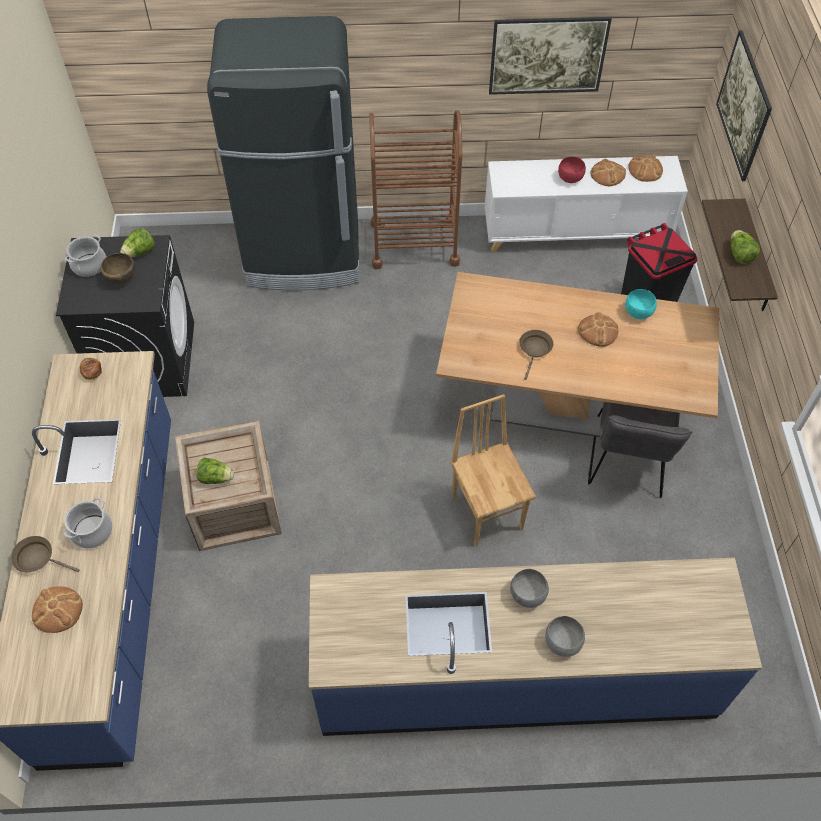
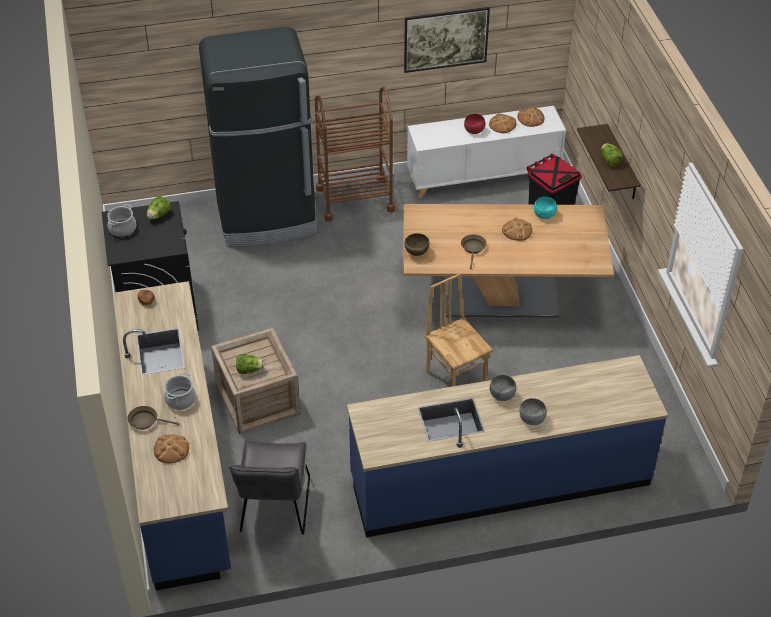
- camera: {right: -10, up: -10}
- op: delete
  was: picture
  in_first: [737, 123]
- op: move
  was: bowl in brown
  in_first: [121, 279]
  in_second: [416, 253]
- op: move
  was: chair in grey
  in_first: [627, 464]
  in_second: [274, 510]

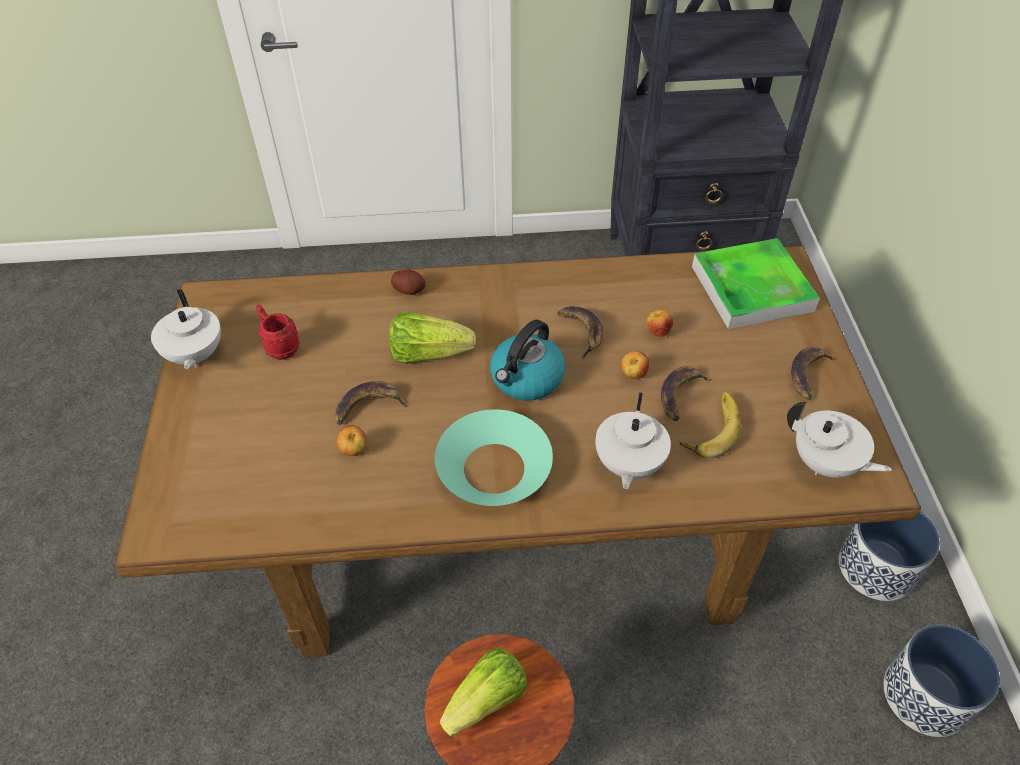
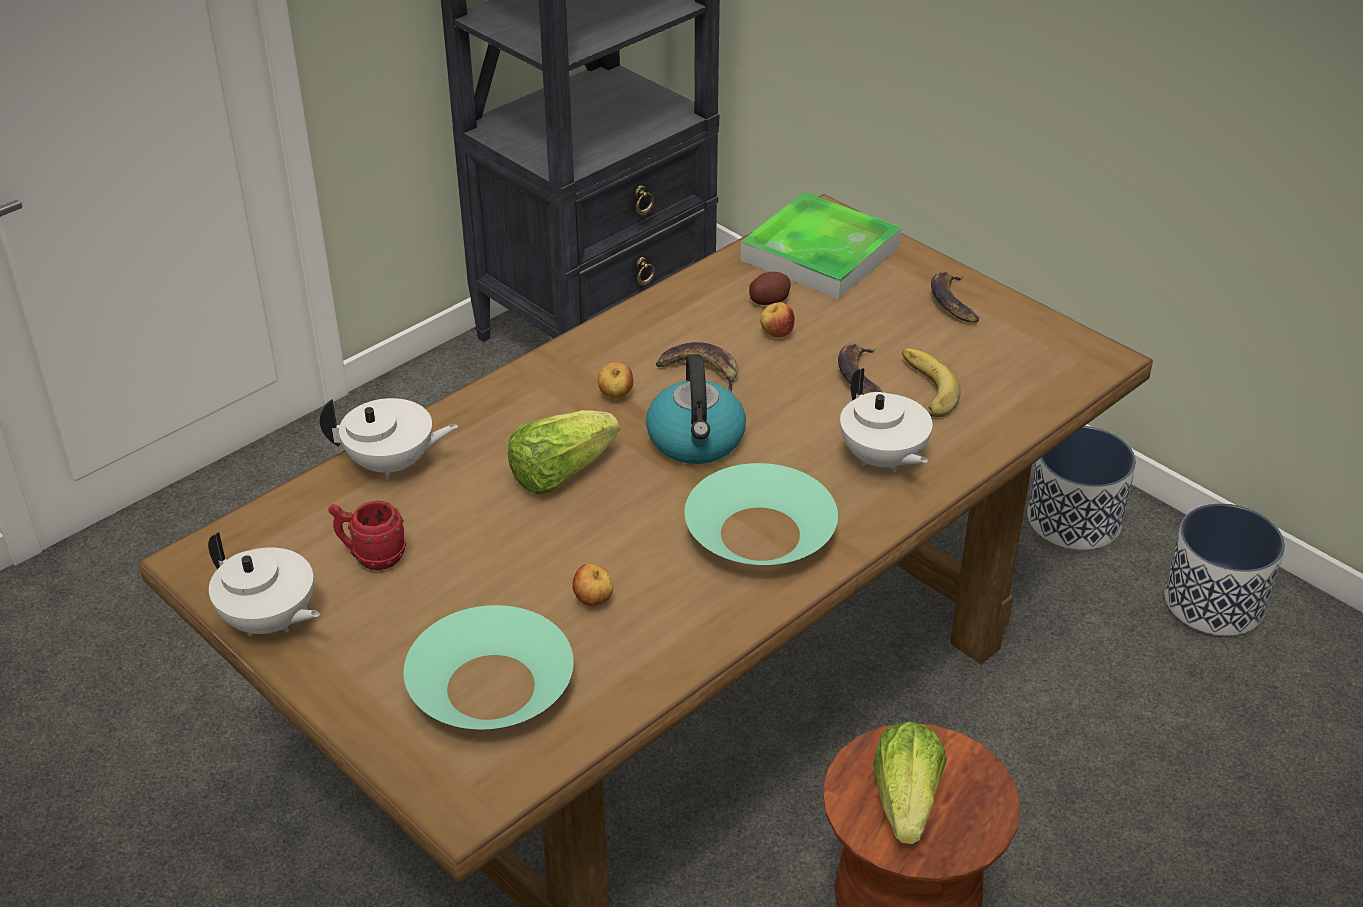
- camera: {right: -40, up: -10}
- op: move
  was: potato
  in_first: [409, 290]
  in_second: [769, 300]
- op: move
  was: apple
  in_first: [633, 375]
  in_second: [615, 396]
- op: delete
  was: banana
  in_first: [368, 406]
- op: move
  was: teapot in white
  in_first: [825, 464]
  in_second: [392, 464]
- op: insert
  now: bowl in turquoise
  in_second: [491, 686]

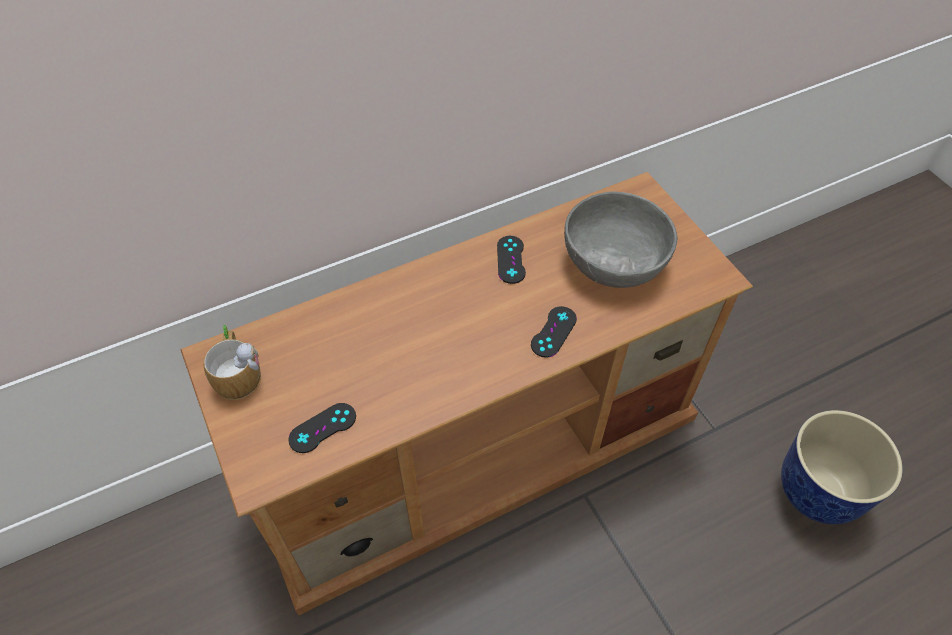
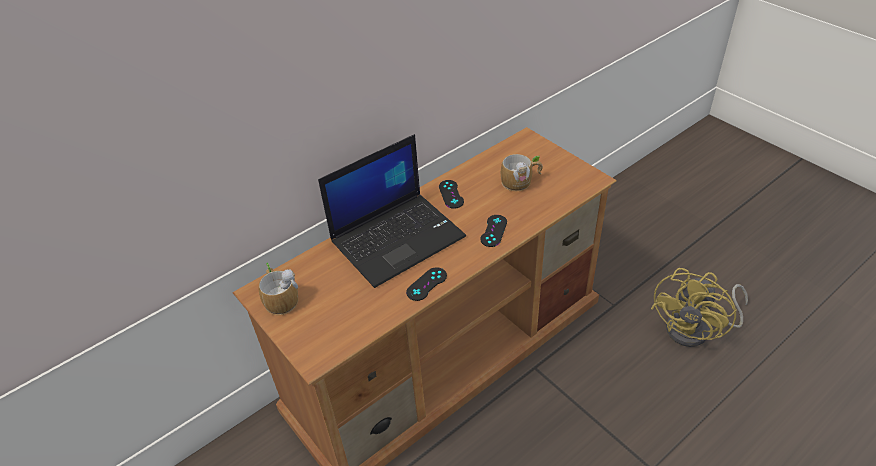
- camera: {right: -10, up: -10}
- op: replace
  was: bowl in grey
  now: mug
  in_first: [615, 260]
  in_second: [521, 181]
- op: move
  was: game controller in black
  in_first: [322, 428]
  in_second: [426, 284]
- op: replace
  was: planter
  now: fan in yellow
  in_first: [818, 492]
  in_second: [696, 330]
- op: insert
  now: laptop
  in_second: [398, 237]

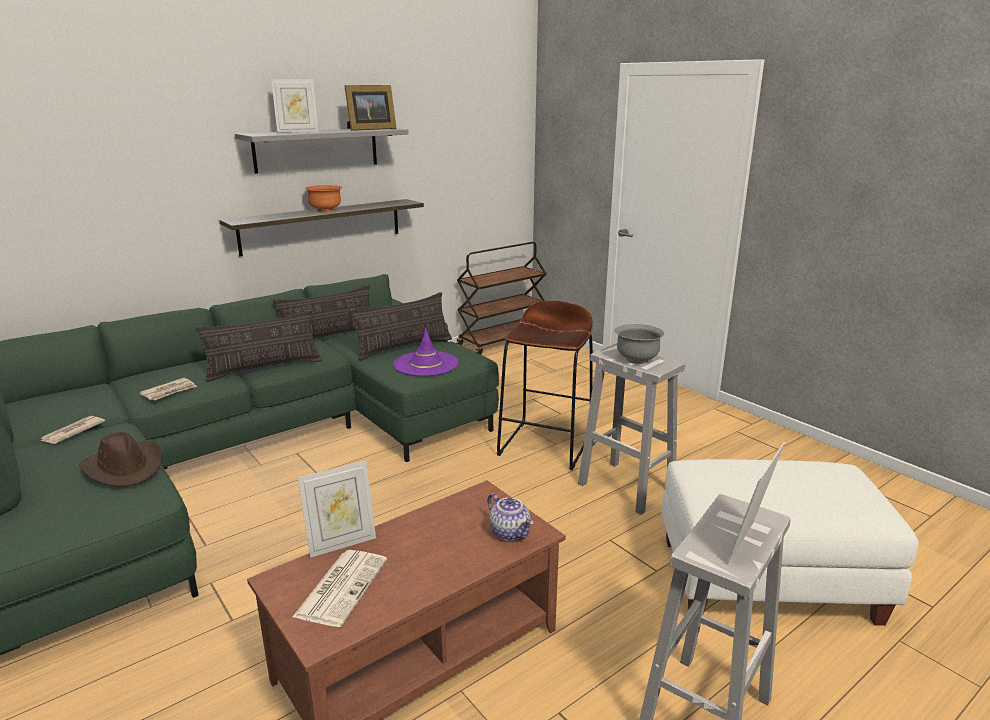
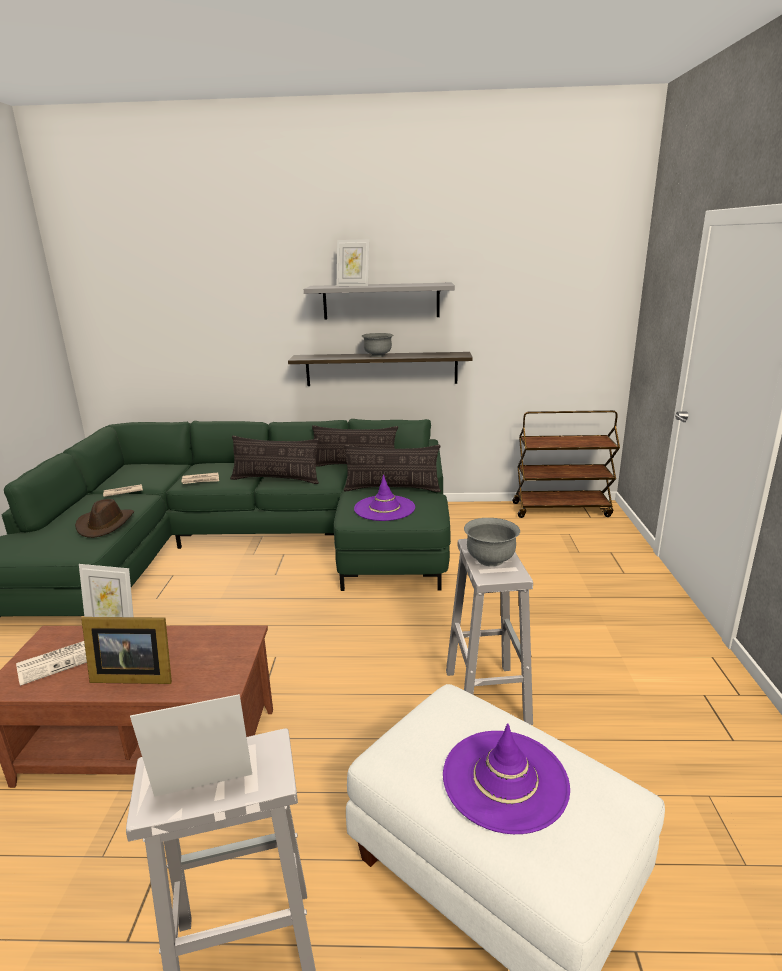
- camera: {right: 40, up: 0}
- op: move
  was: picture frame
  in_first: [369, 129]
  in_second: [132, 675]
- op: recolor
  was: bowl in orange
  now: bowl in grey
  in_first: [325, 210]
  in_second: [377, 355]
- op: delete
  was: stool in brown
  in_first: [546, 444]
- op: delete
  was: teapot
  in_first: [510, 532]
- op: insert
  now: hat in purple
  in_second: [505, 780]

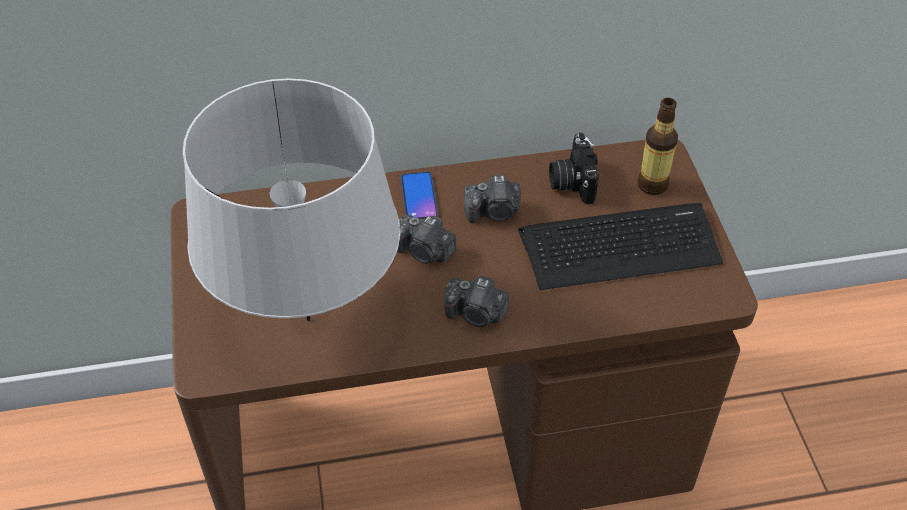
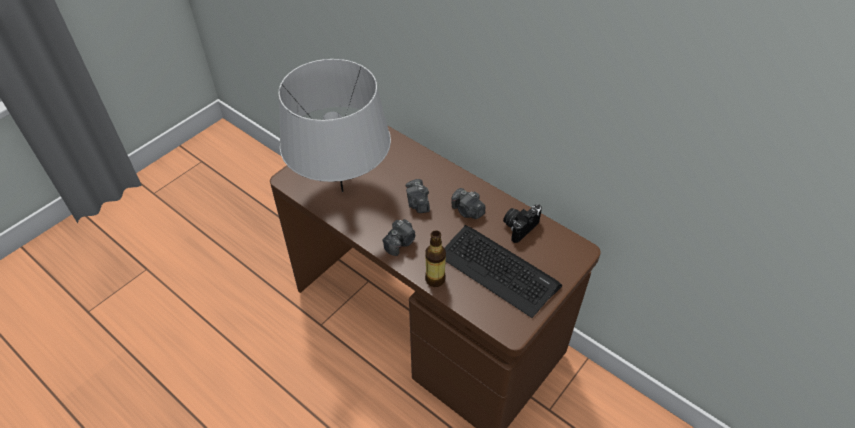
- camera: {right: 50, up: 0}
- op: move
  was: bottle
  in_first: [652, 185]
  in_second: [435, 279]
- op: delete
  was: phone
  in_first: [419, 198]
- op: rotate
  was: photo camera
  in_first: [476, 314]
  in_second: [400, 242]
  clockwise: -120

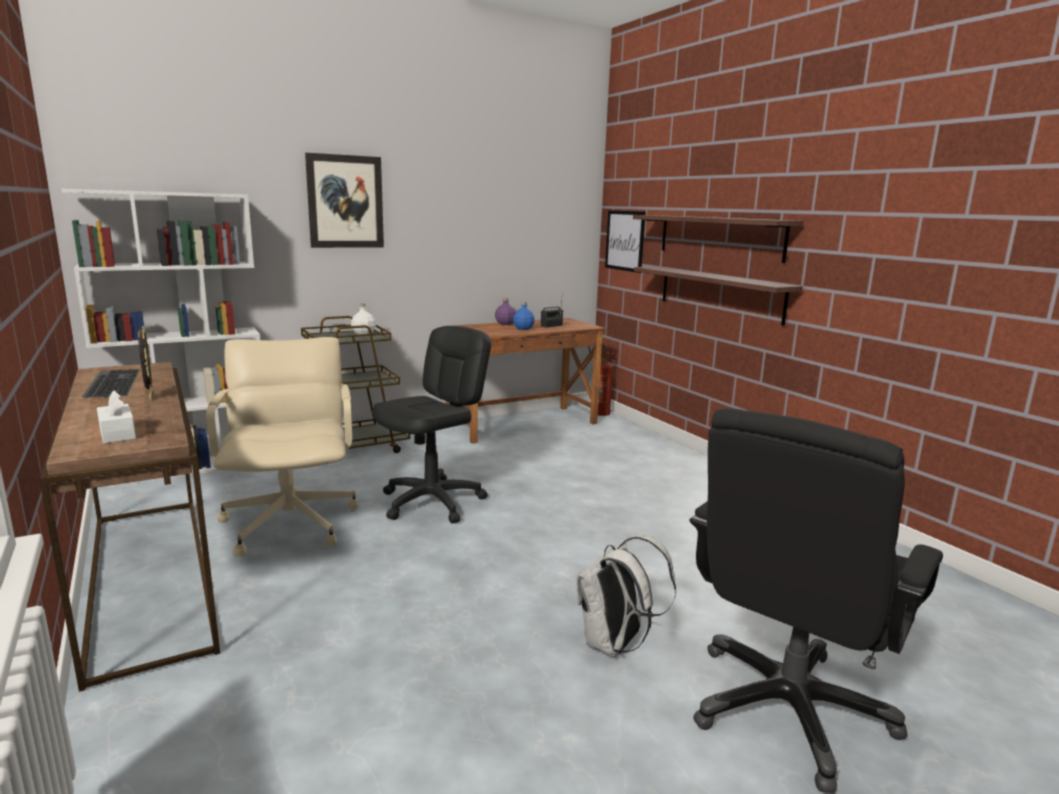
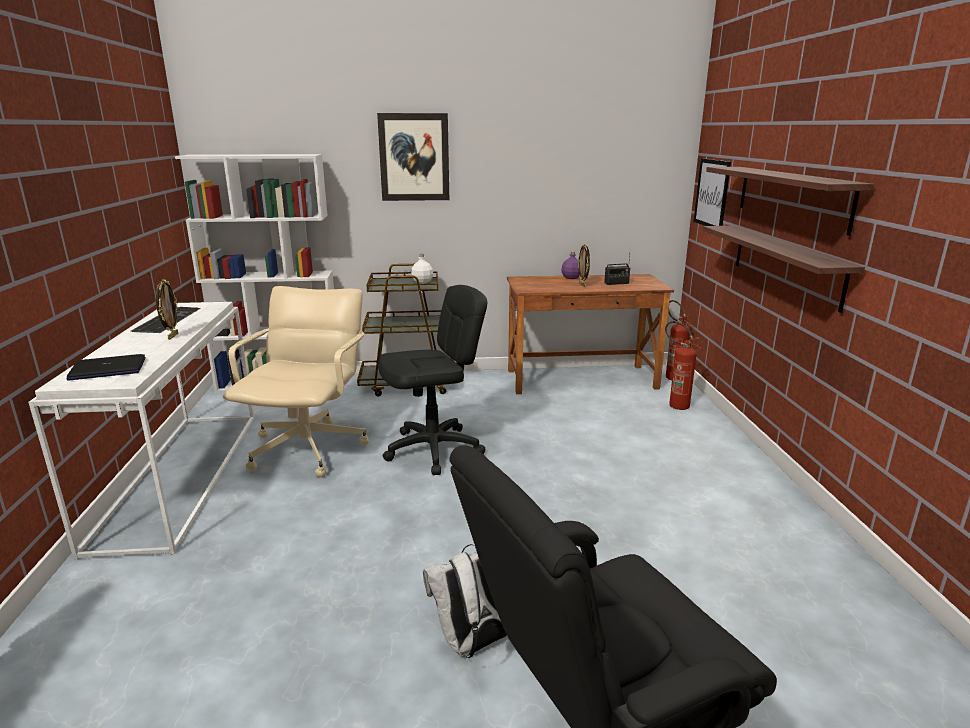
- camera: {right: 25, up: 5}
- op: replace
  was: bottle in blue
  now: picture frame
  in_first: [523, 328]
  in_second: [582, 285]
- op: recolor
  was: console table in brown
  now: console table in white
  in_first: [146, 577]
  in_second: [180, 475]
- op: replace
  was: tissue box in white
  now: laptop
  in_first: [117, 433]
  in_second: [107, 369]
- op: insert
  now: fire extinguisher
  in_second: [674, 404]

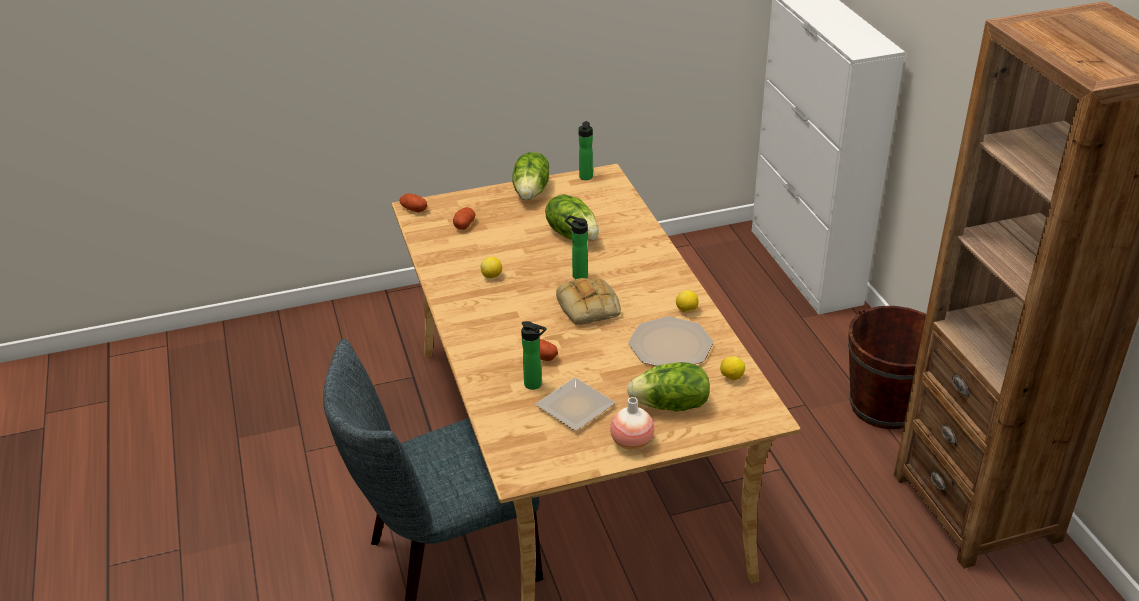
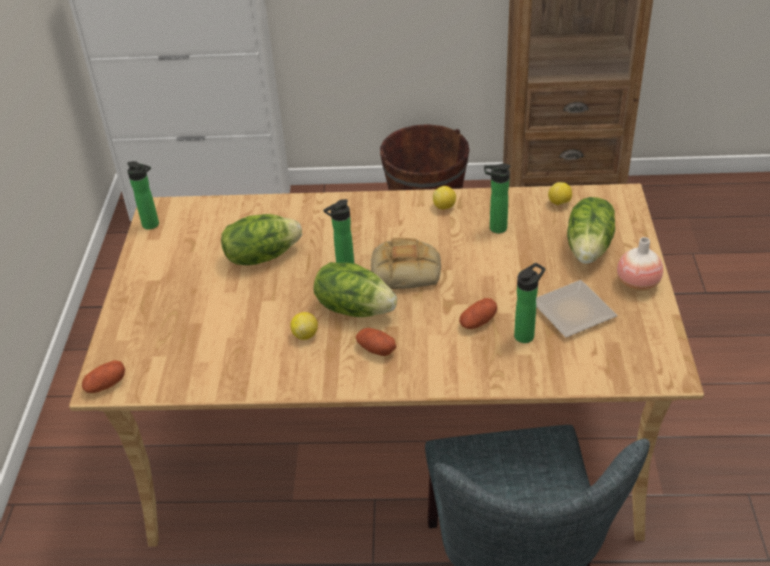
- camera: {right: -70, up: 5}
- op: move
  was: lettuce
  in_first: [532, 192]
  in_second: [354, 308]
- op: move
  was: potato
  in_first: [464, 224]
  in_second: [376, 349]
- op: replace
  was: plate
  now: bottle
  in_first: [671, 344]
  in_second: [495, 228]

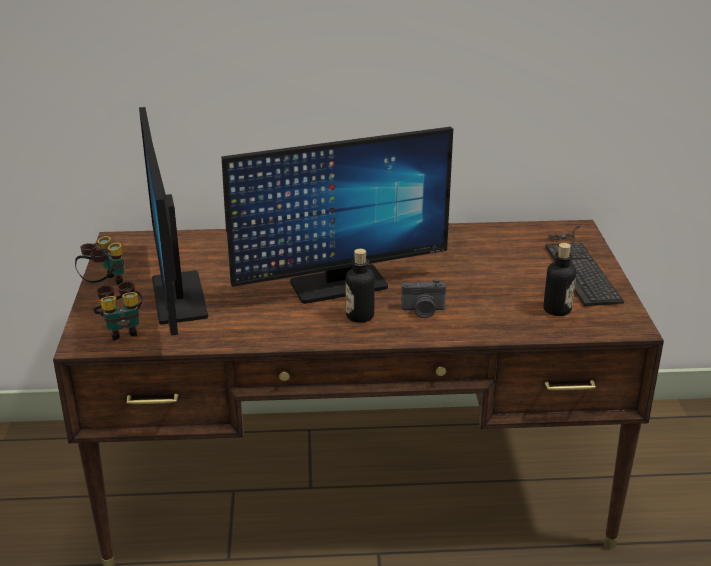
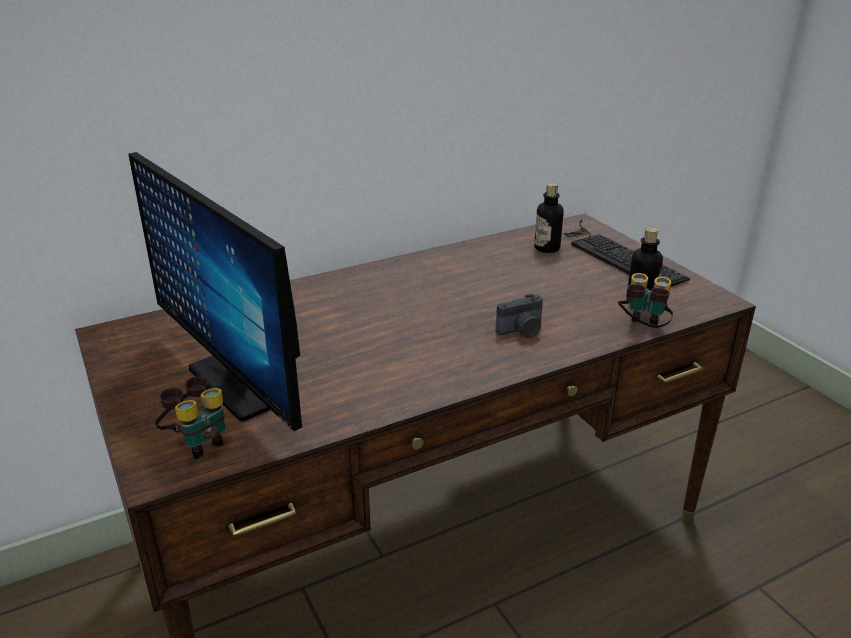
- camera: {right: -25, up: 0}
- op: delete
  was: monitor
  in_first: [338, 285]
- op: move
  was: binoculars
  in_first: [104, 285]
  in_second: [642, 330]
- op: move
  was: bottle
  in_first: [360, 316]
  in_second: [547, 248]

